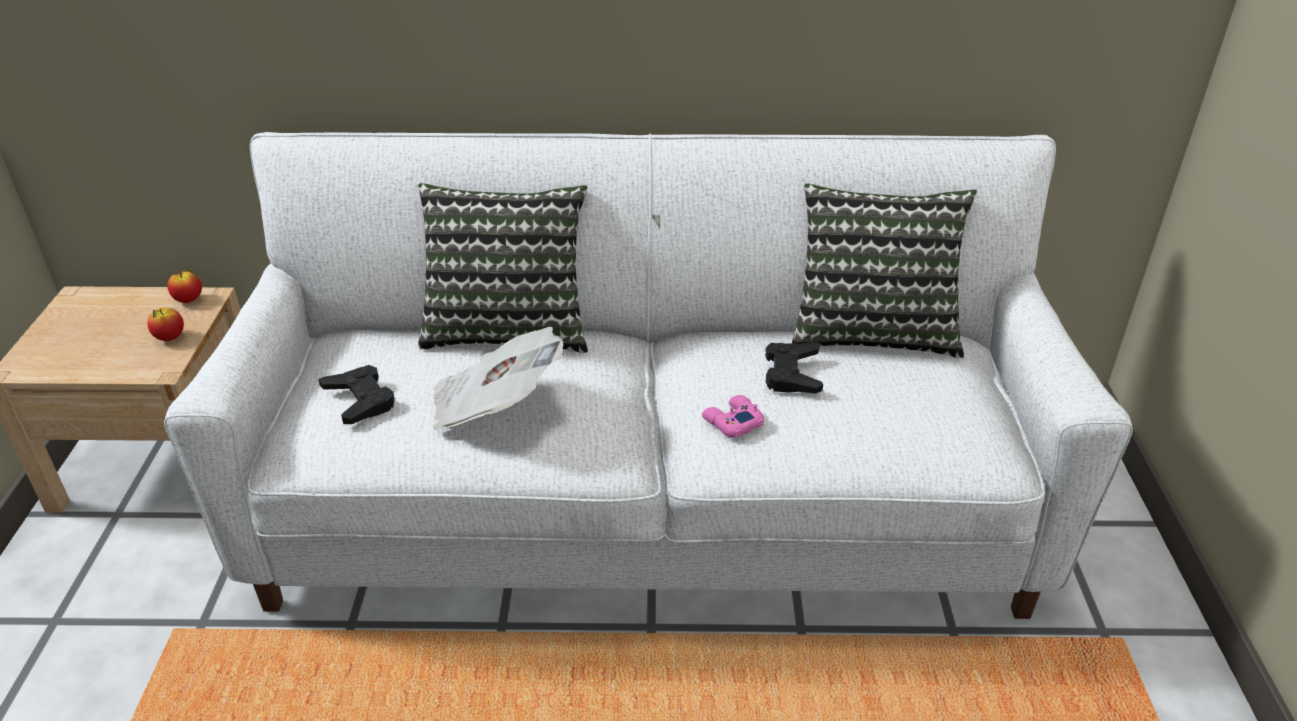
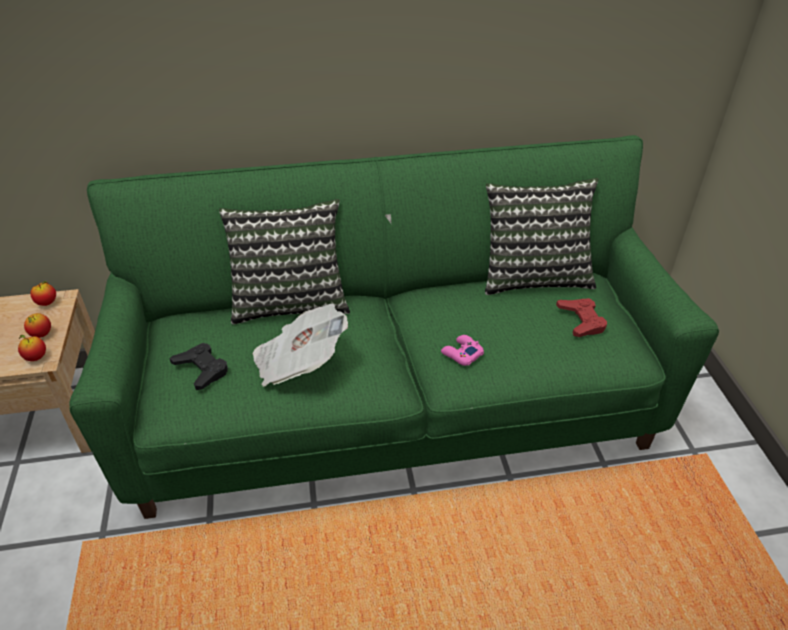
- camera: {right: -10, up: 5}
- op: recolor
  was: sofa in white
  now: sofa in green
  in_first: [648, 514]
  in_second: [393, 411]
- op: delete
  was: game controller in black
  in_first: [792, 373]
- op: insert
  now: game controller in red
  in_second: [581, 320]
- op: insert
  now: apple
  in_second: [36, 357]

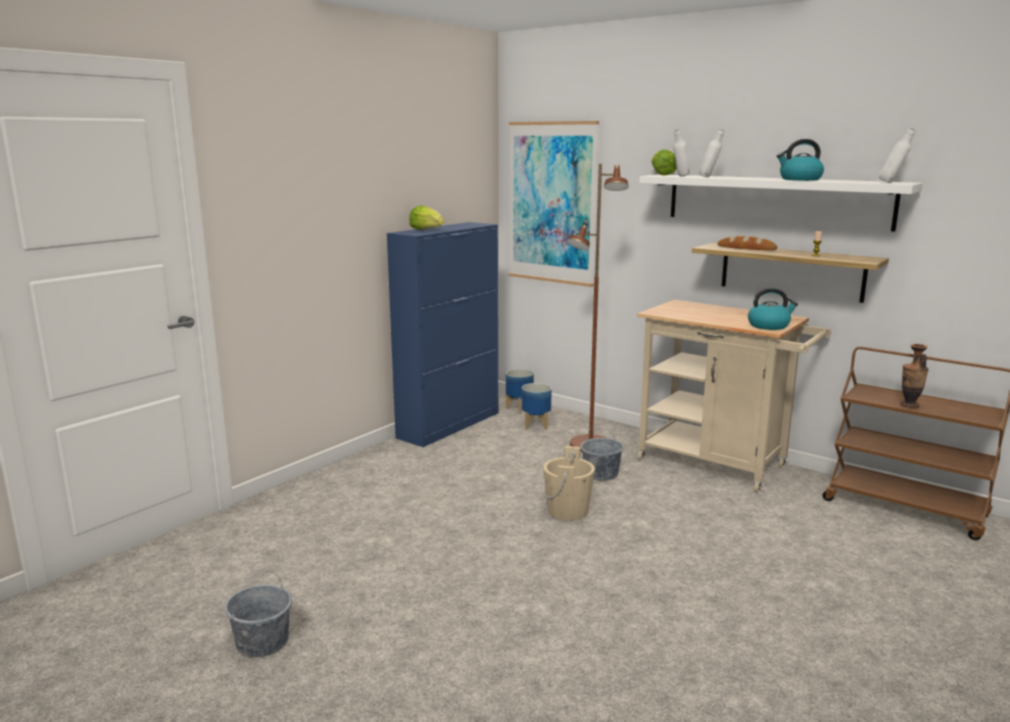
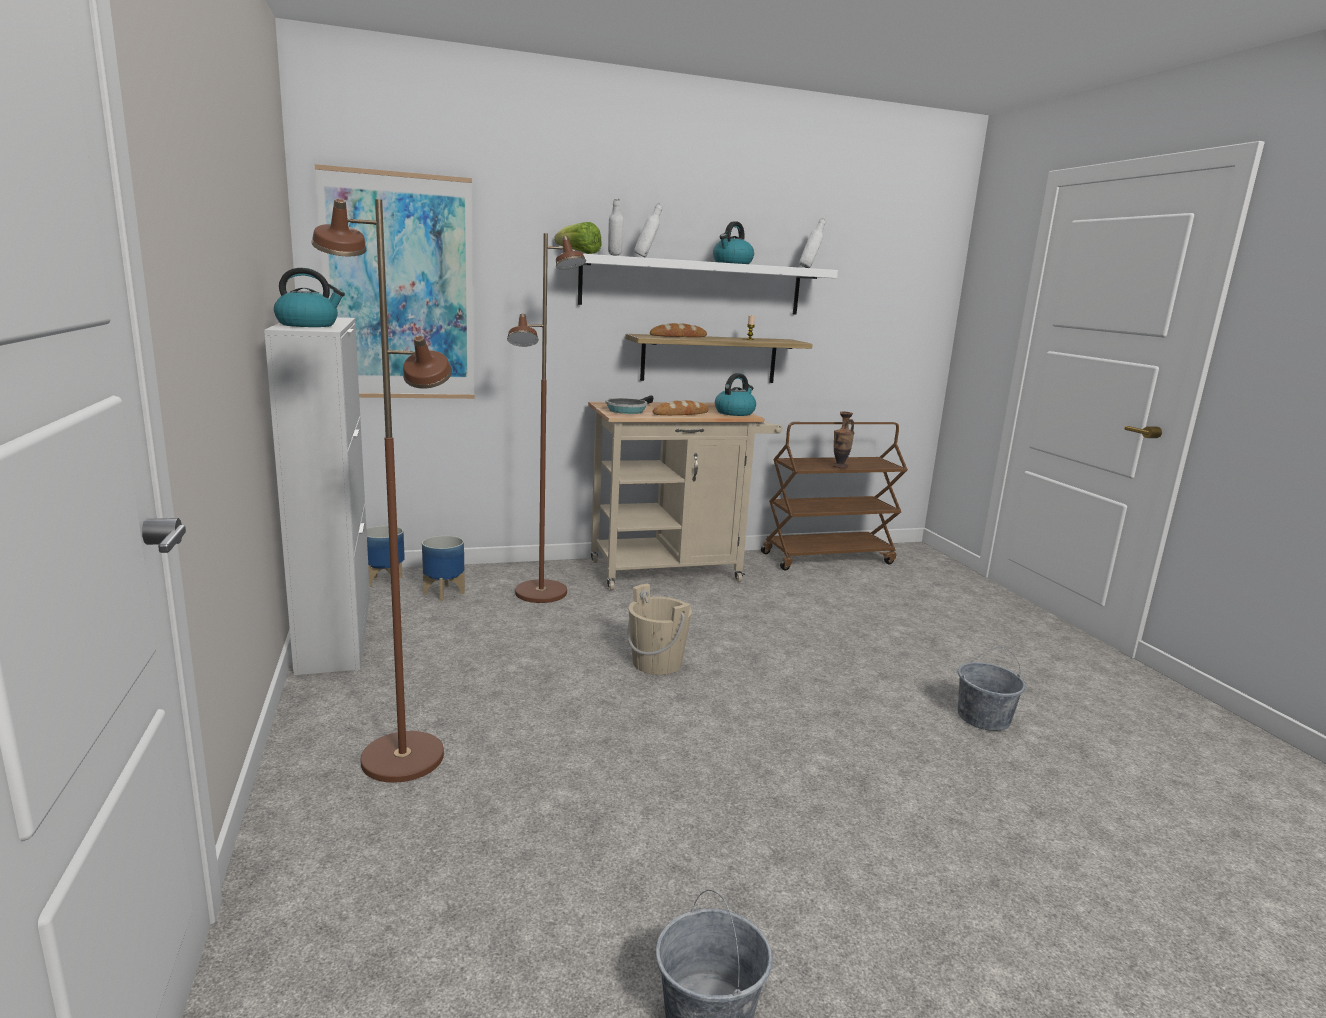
- camera: {right: -55, up: 0}
- op: replace
  was: lettuce
  now: kettle
  in_first: [426, 230]
  in_second: [308, 325]
- op: recolor
  was: cabinet in blue
  now: cabinet in white
  in_first: [449, 425]
  in_second: [336, 630]
- op: move
  was: bucket in grey
  in_first: [601, 474]
  in_second: [984, 718]
- op: insert
  now: floor lamp in brown
  in_second: [402, 757]
- op: insert
  now: frying pan
  in_second: [628, 410]
- op: insert
  now: bread
  in_second: [680, 413]

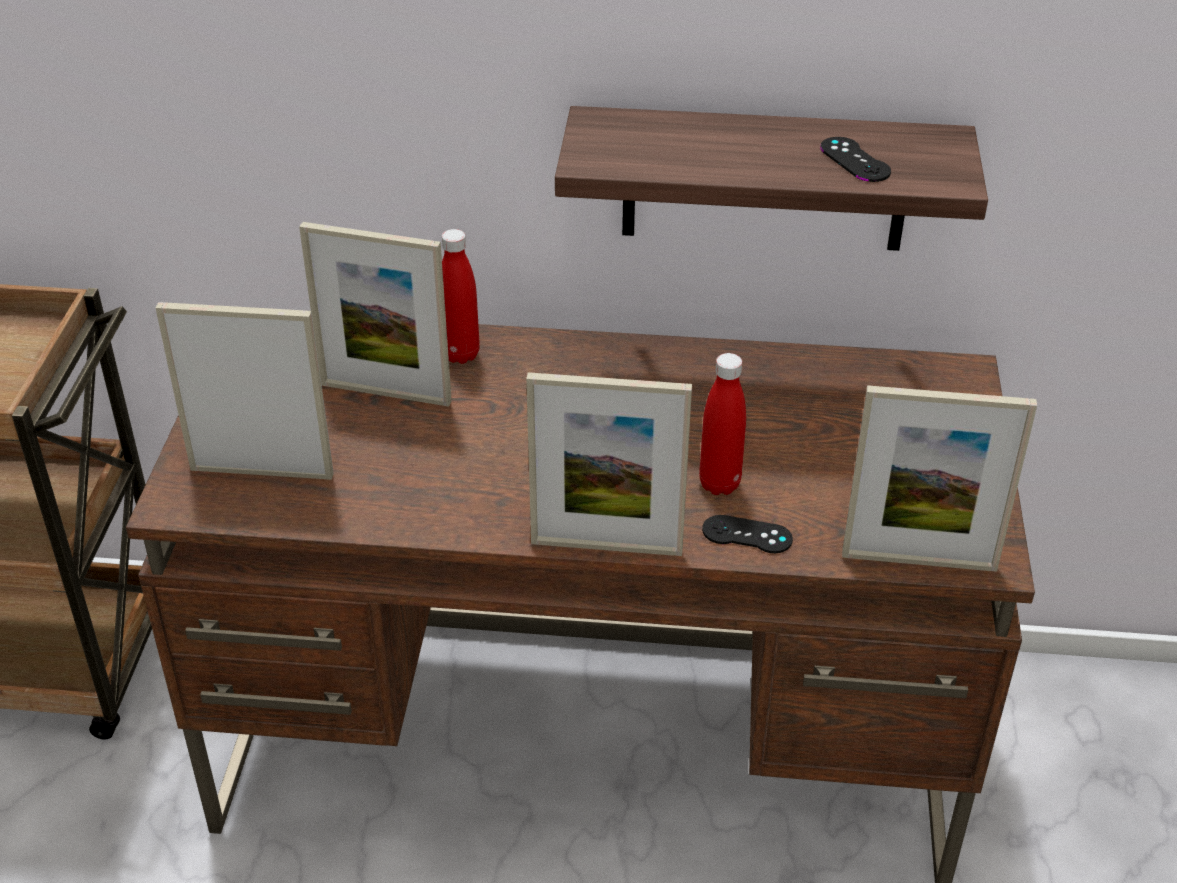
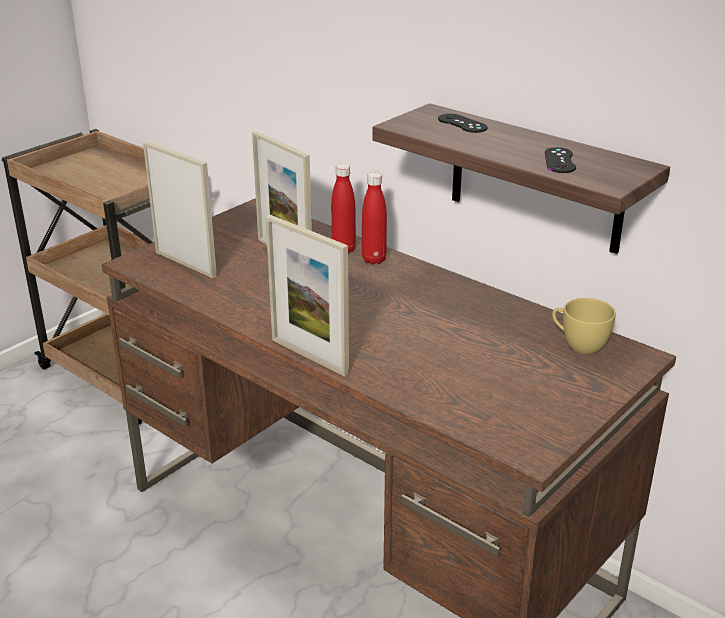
- camera: {right: 35, up: -10}
- op: move
  was: bottle in red
  in_first: [719, 484]
  in_second: [374, 260]
- op: delete
  was: picture frame
  in_first: [919, 561]
- op: move
  was: game controller in black
  in_first: [747, 535]
  in_second: [462, 123]
- op: insert
  now: cup in yellow
  in_second: [578, 345]

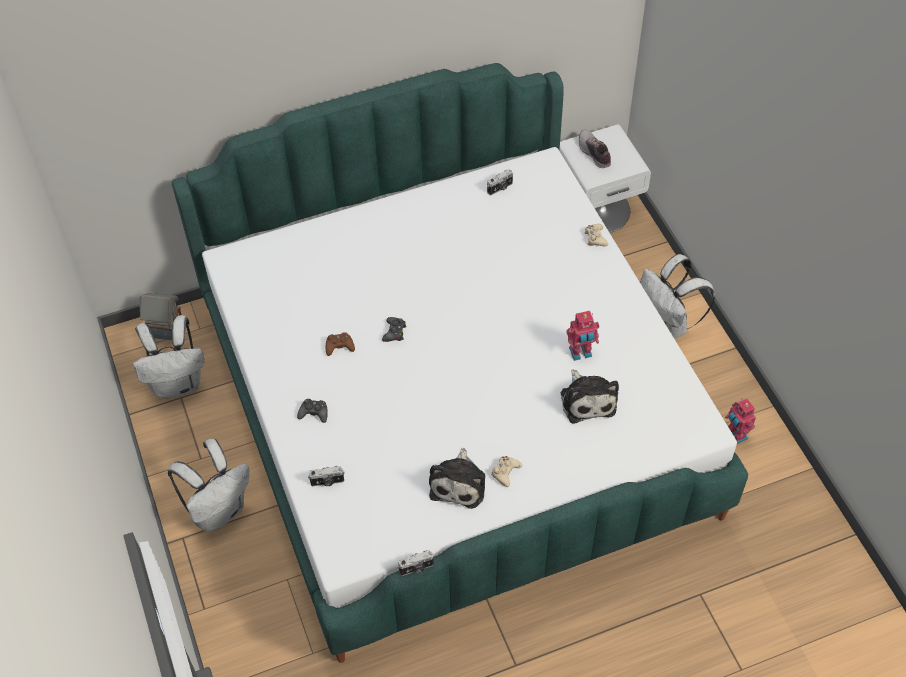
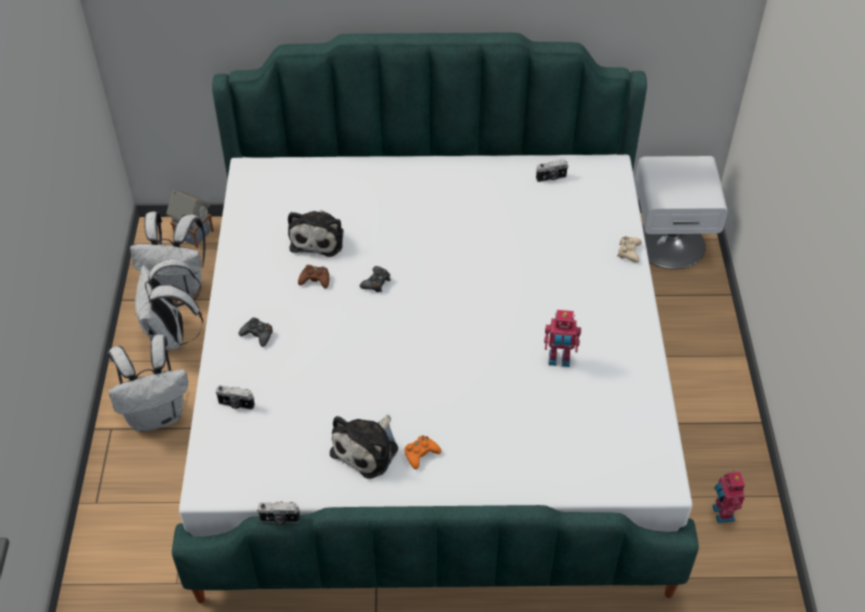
- camera: {right: 20, up: -5}
- op: delete
  was: shoe
  in_first: [594, 153]
- op: move
  was: backpack in white
  in_first: [667, 325]
  in_second: [171, 337]
- op: move
  was: plush toy
  in_first: [587, 400]
  in_second: [318, 238]
- op: recolor
  was: game controller in beige
  now: game controller in orange
  in_first: [505, 472]
  in_second: [421, 454]

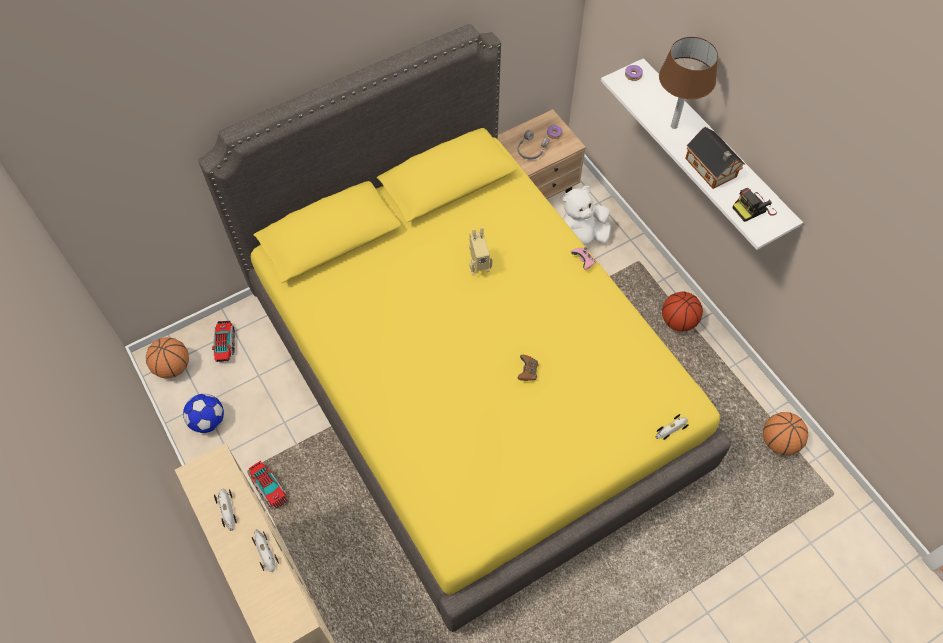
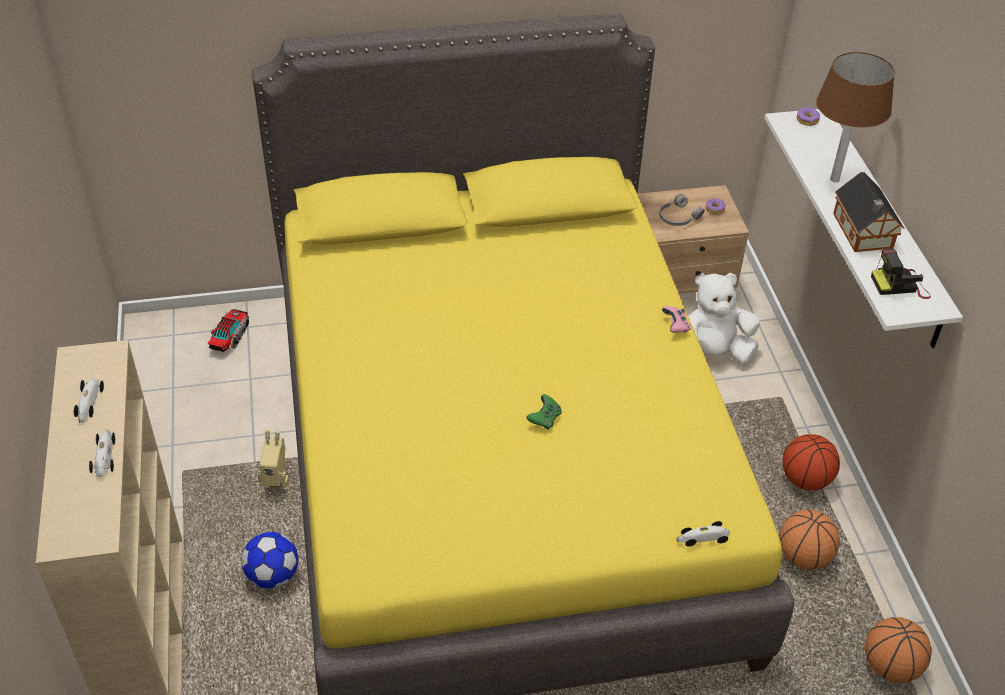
- camera: {right: 20, up: -15}
- op: move
  was: toy robot
  in_first: [478, 266]
  in_second: [277, 483]
- op: move
  was: basketball
  in_first: [173, 367]
  in_second: [803, 557]
- op: recolor
  was: game controller in brown
  now: game controller in green
  in_first: [527, 372]
  in_second: [544, 419]
- op: move
  was: football
  in_first: [208, 421]
  in_second: [273, 576]
- op: delete
  was: toy truck
  in_first: [269, 488]

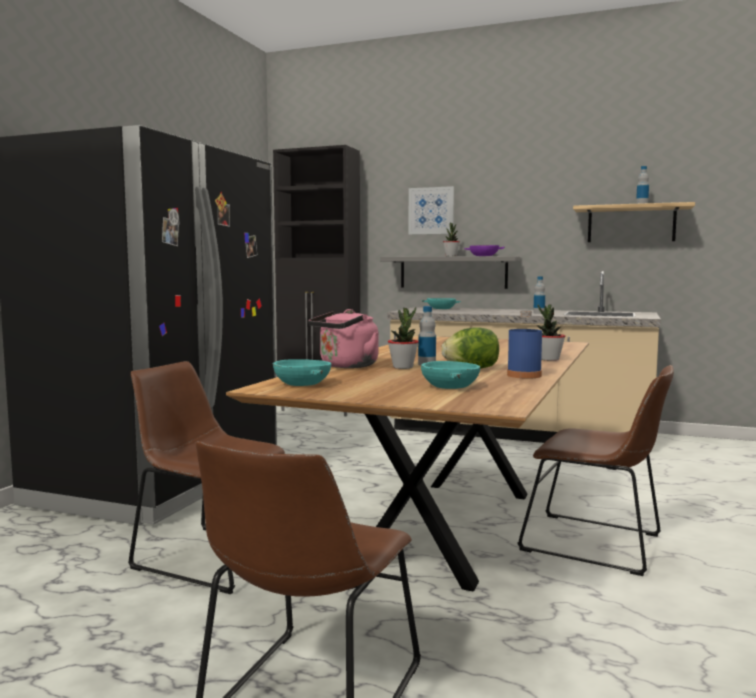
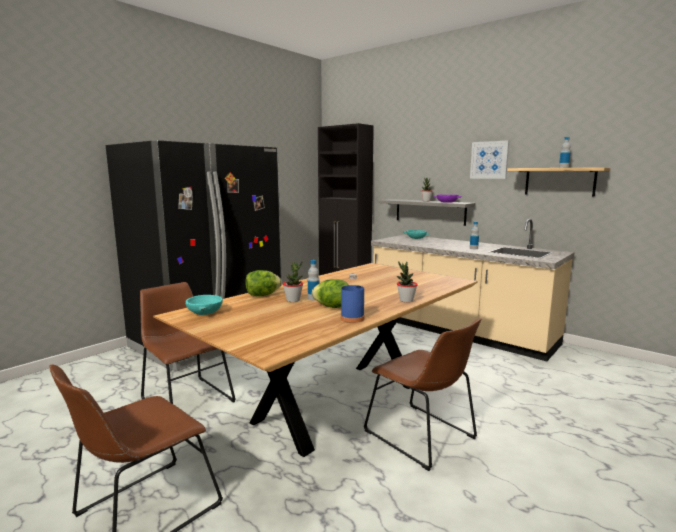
- camera: {right: 20, up: 5}
- op: move
  was: picture
  in_first: [431, 211]
  in_second: [489, 160]
- op: replace
  was: kettle in pink
  now: lettuce
  in_first: [346, 366]
  in_second: [262, 295]
- op: delete
  was: bowl in turquoise
  in_first: [449, 386]

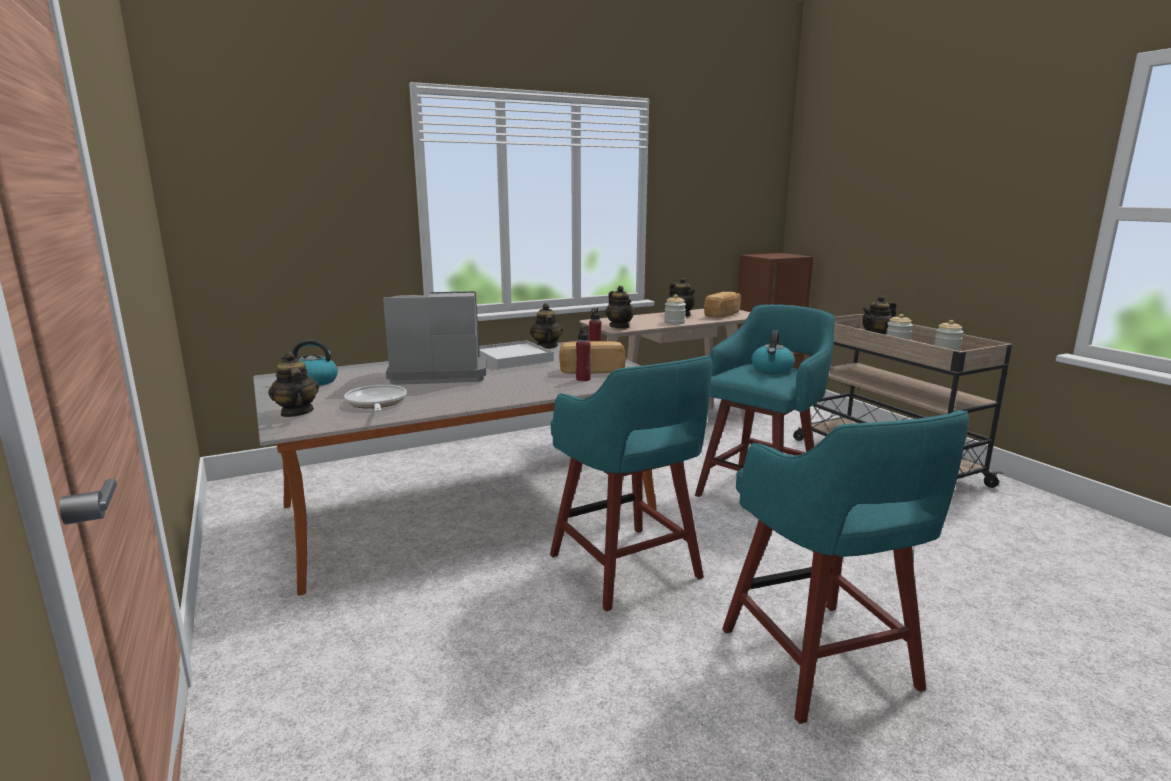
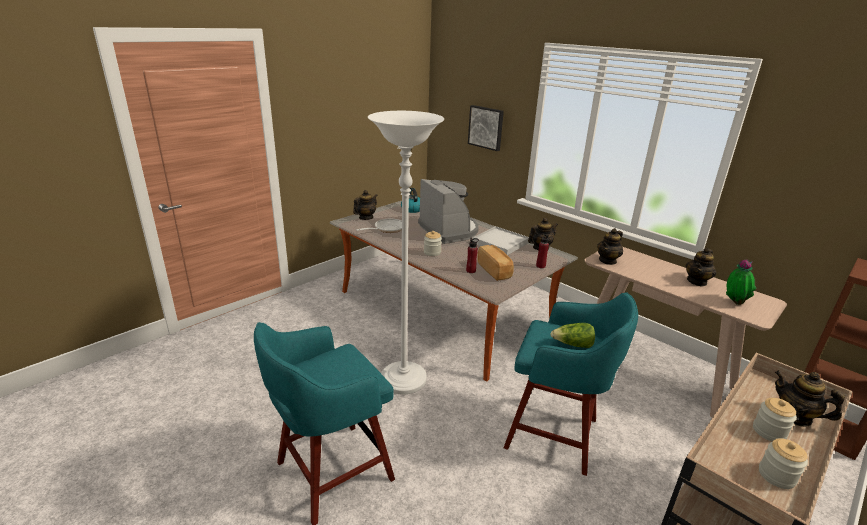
- camera: {right: 70, up: 10}
- op: replace
  was: bread
  now: potted plant
  in_first: [723, 315]
  in_second: [733, 302]
- op: move
  was: jar
  in_first: [674, 322]
  in_second: [432, 252]
- op: replace
  was: kettle
  now: lettuce
  in_first: [772, 369]
  in_second: [573, 345]
- op: replace
  was: stool in turquoise
  now: floor lamp in white
  in_first: [627, 569]
  in_second: [403, 380]
- op: insert
  now: picture
  in_second: [486, 127]

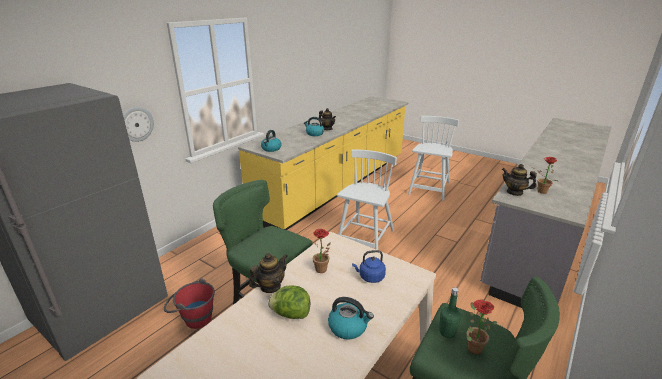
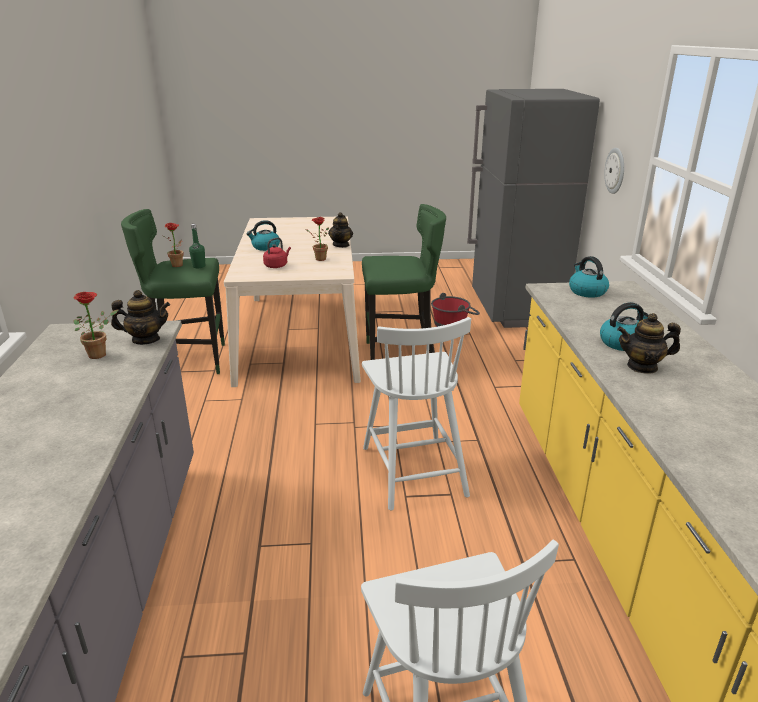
- camera: {right: 140, up: 0}
- op: recolor
  was: kettle in blue
  now: kettle in red
  in_first: [370, 277]
  in_second: [277, 266]
- op: delete
  was: lettuce
  in_first: [291, 314]

